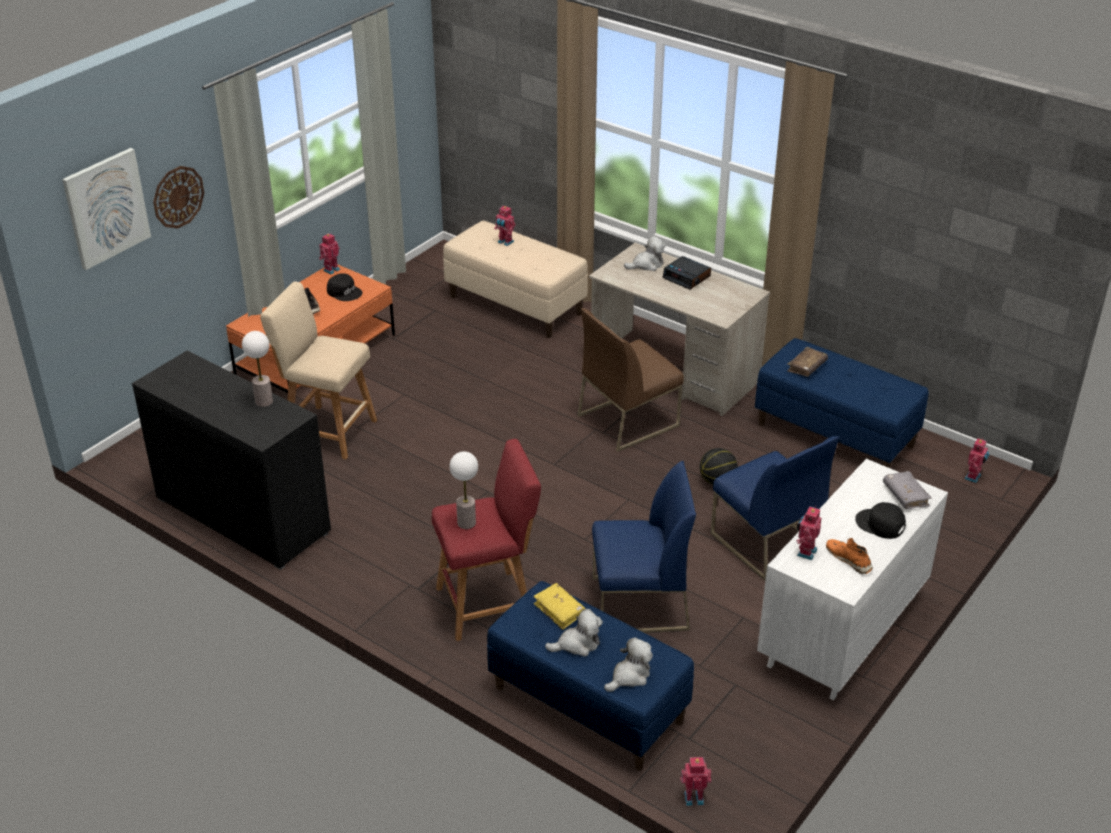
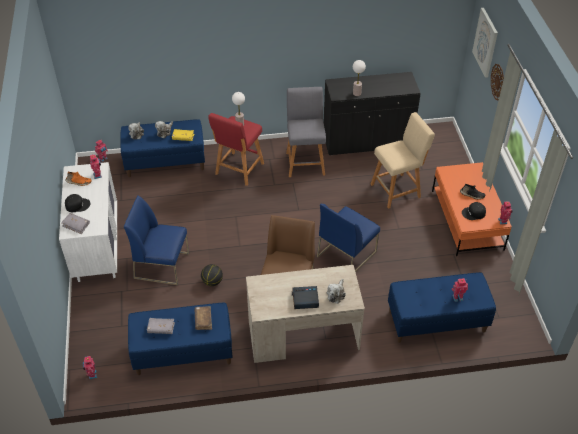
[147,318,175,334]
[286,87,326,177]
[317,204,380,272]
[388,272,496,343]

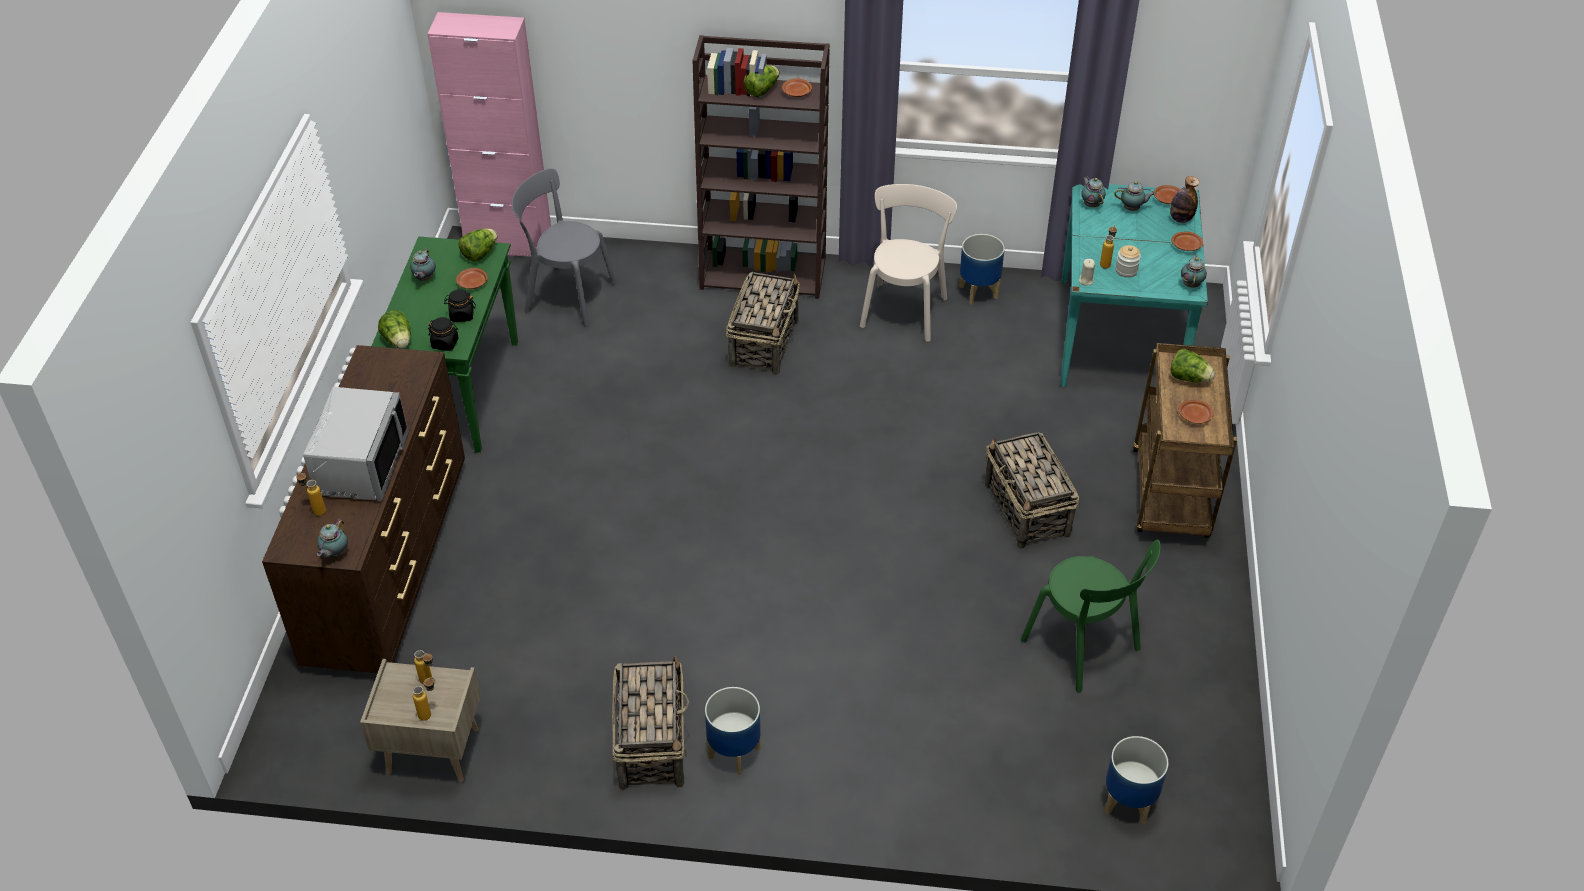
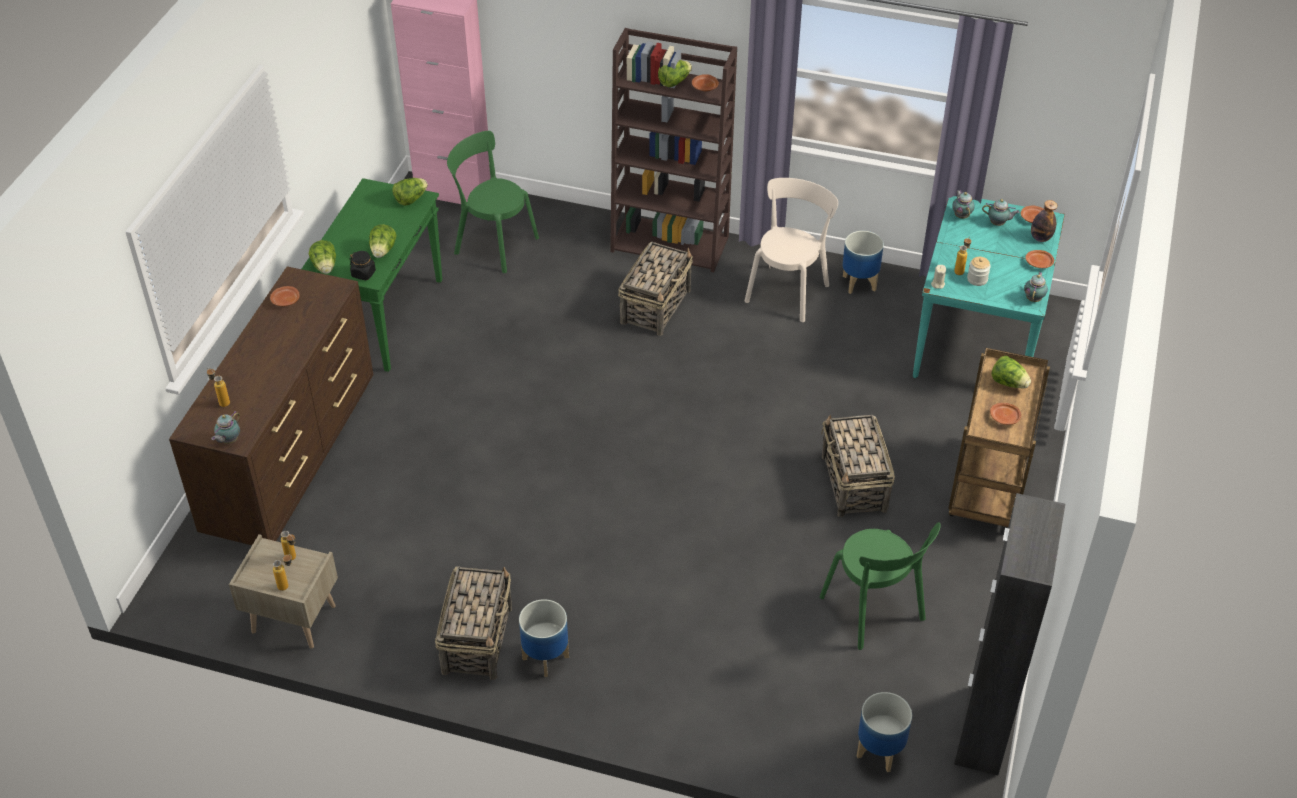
[303,387,408,501] (first image)
[410,248,436,281] (first image)
[954,493,1065,775]
[270,286,300,306]
[369,224,397,258]
[447,131,539,273]

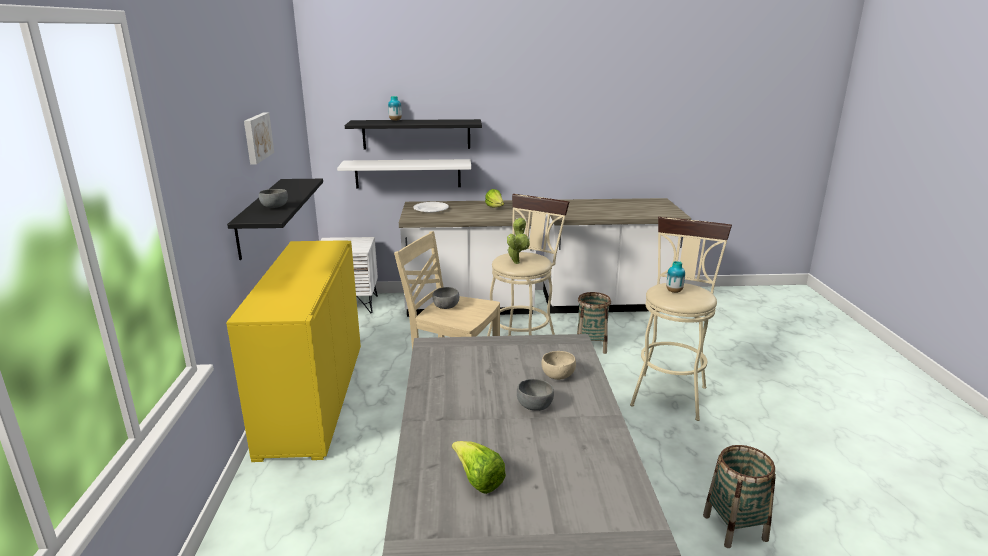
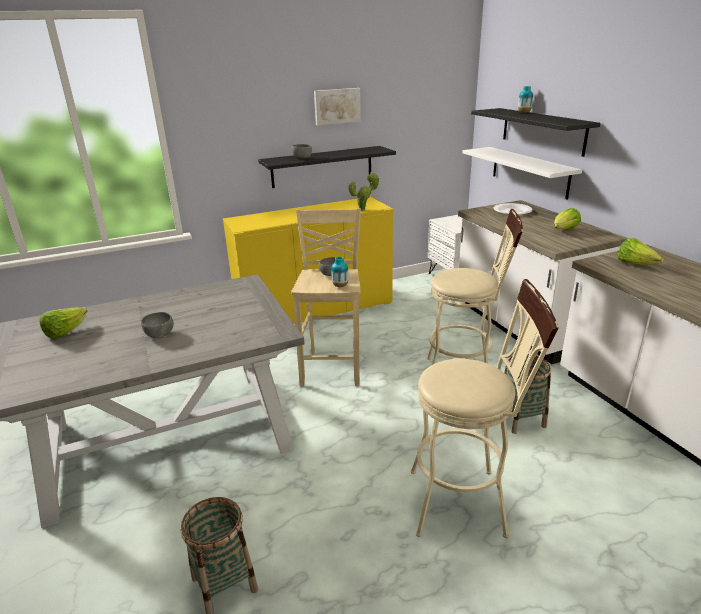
[541,351,576,380] (first image)
[618,238,664,265]
[348,172,380,211]
[331,256,348,287]

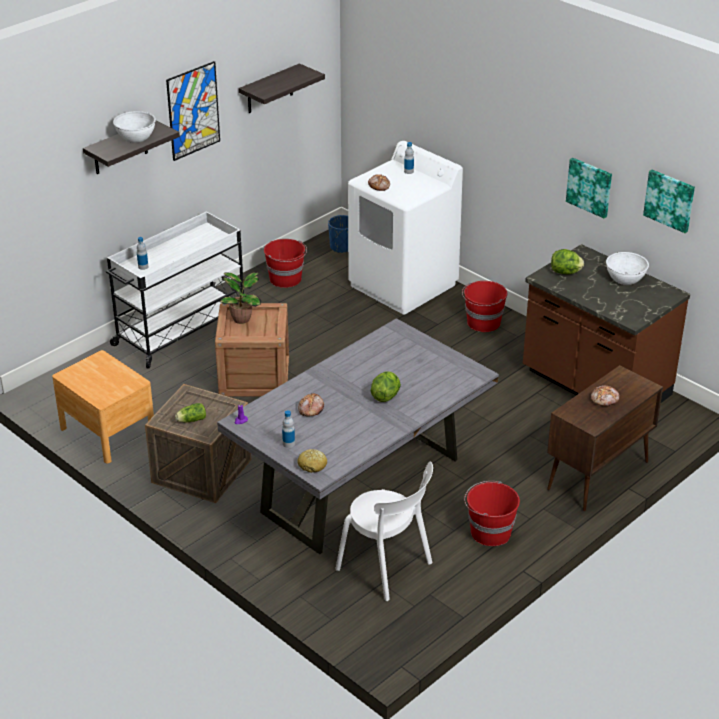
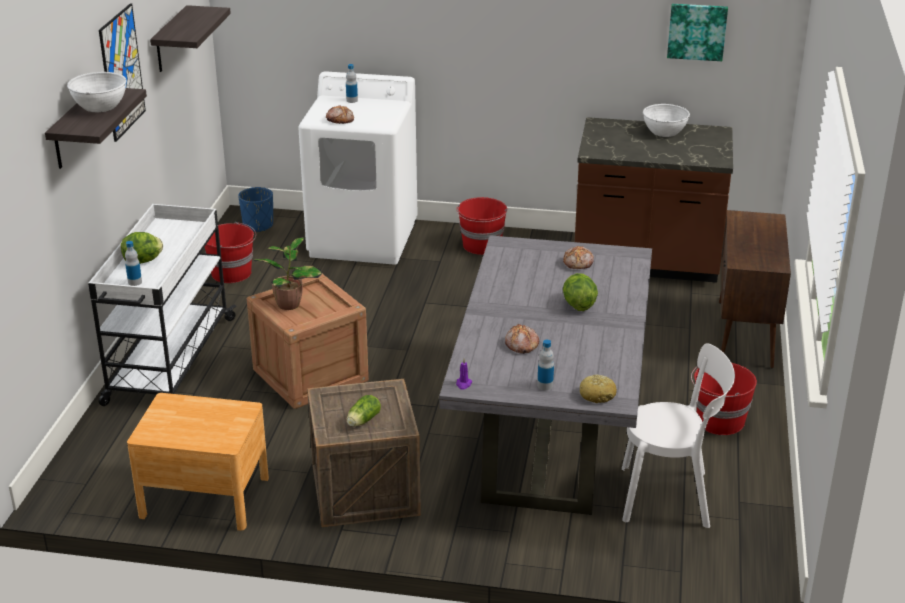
[566,158,612,218] (first image)
[121,232,163,264]
[563,246,594,269]

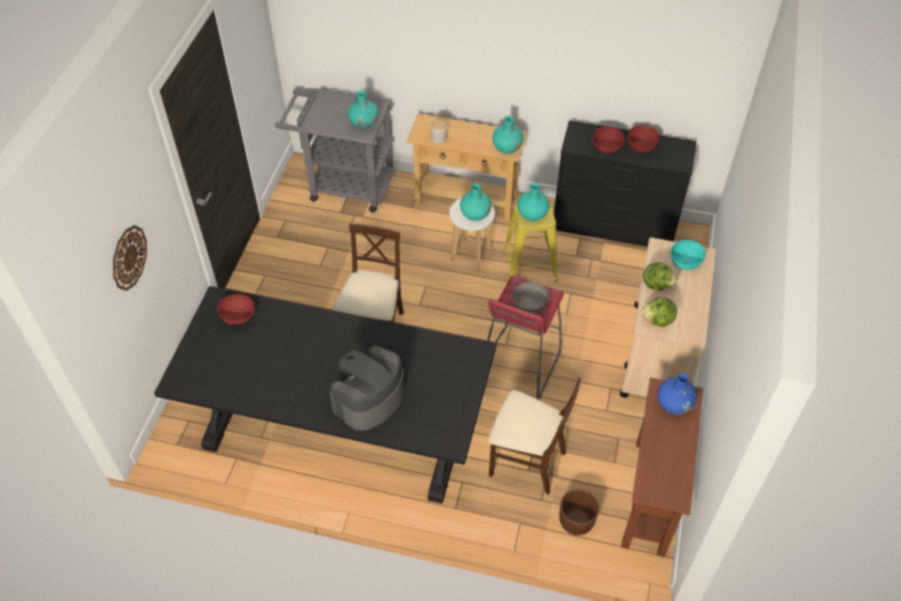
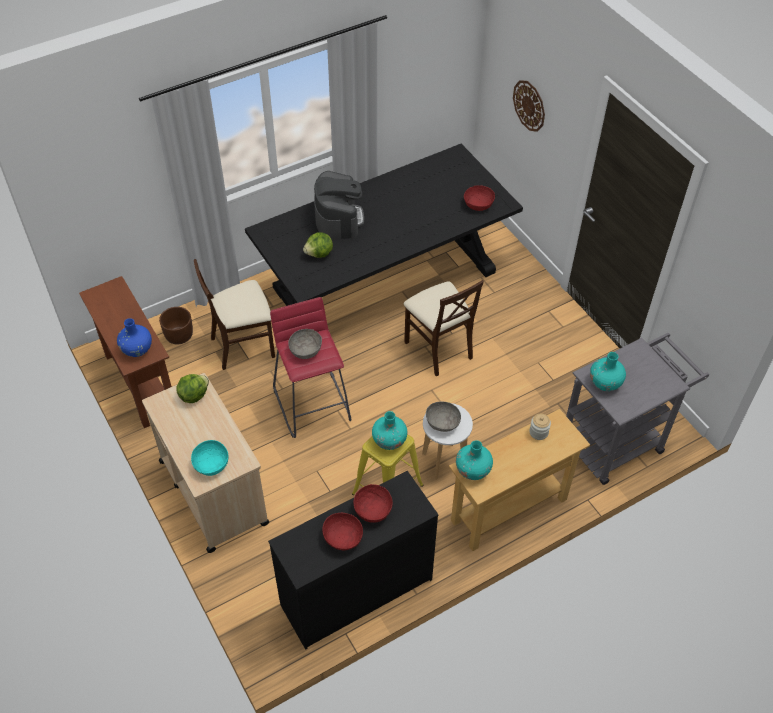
[303,232,333,258]
[426,402,461,432]

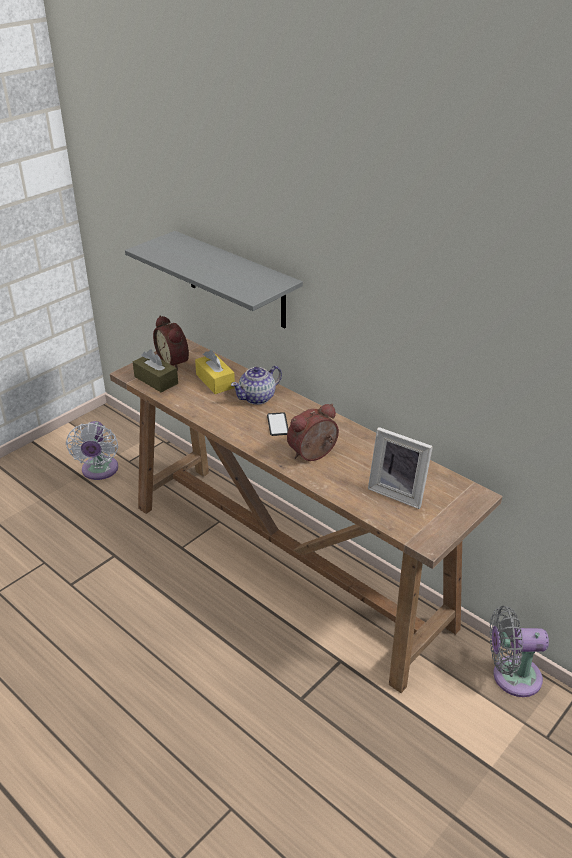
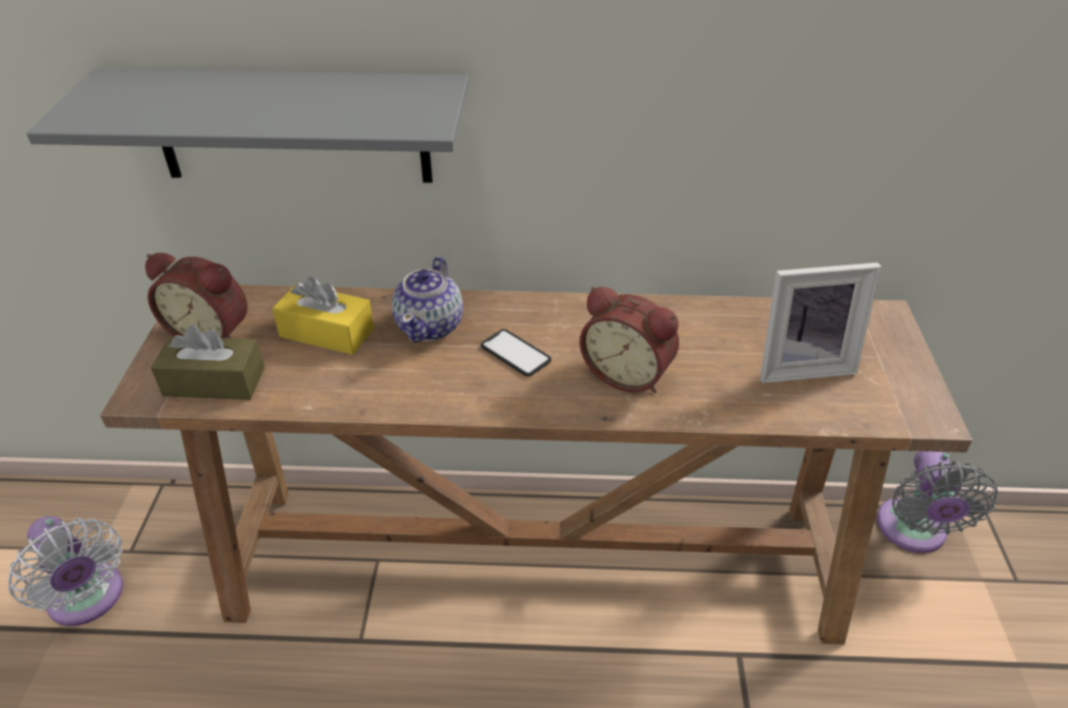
[580,286,679,393]
[877,451,998,553]

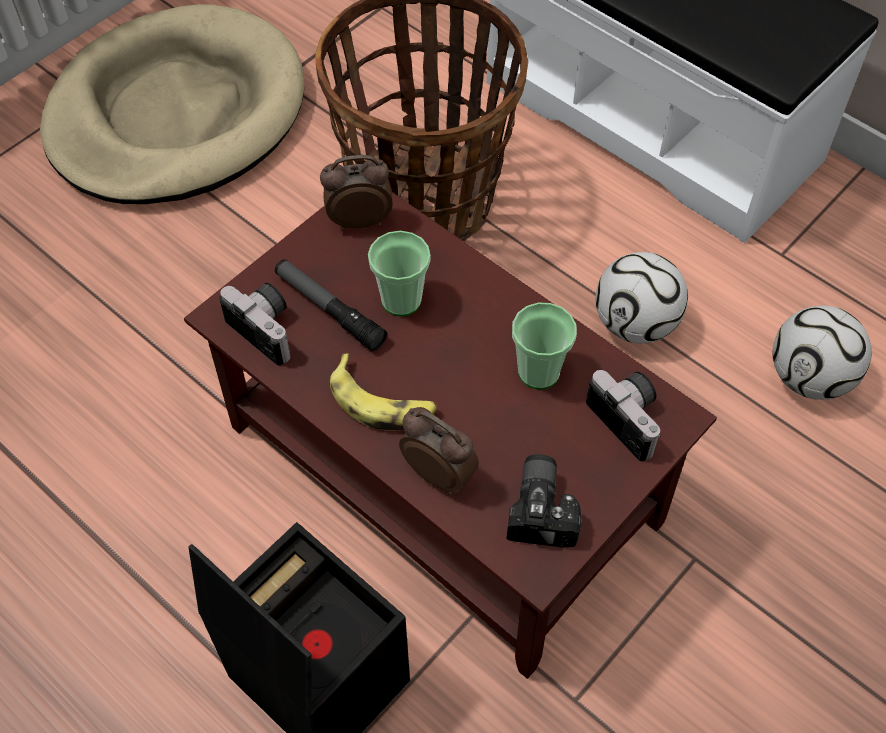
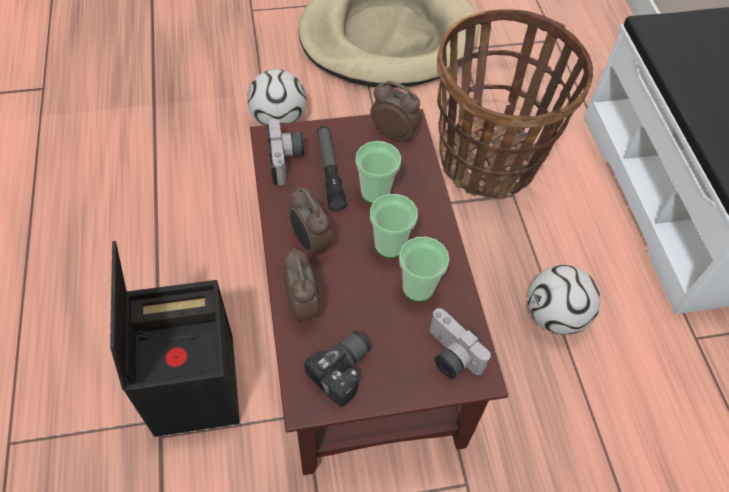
[370,194,418,258]
[247,69,306,125]
[288,186,333,257]
[429,308,491,379]

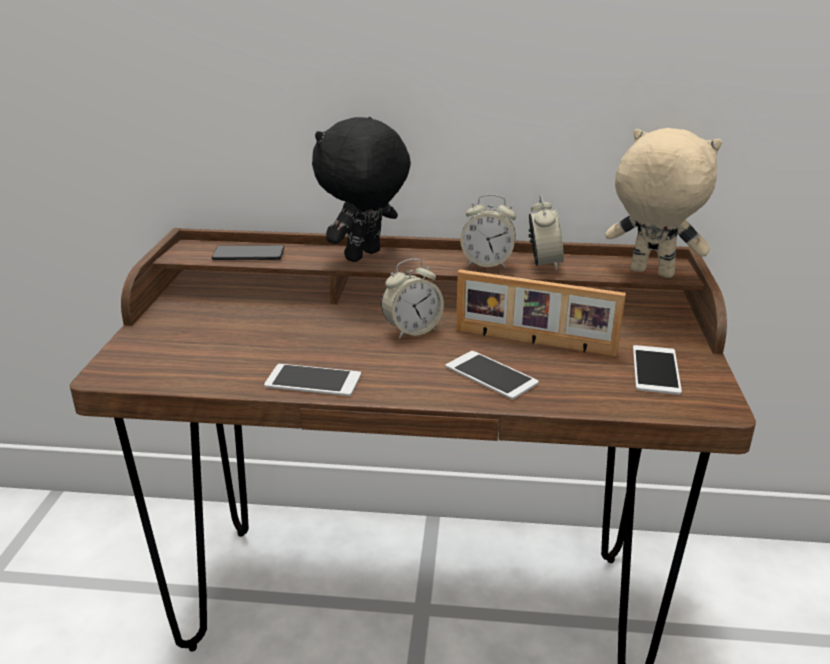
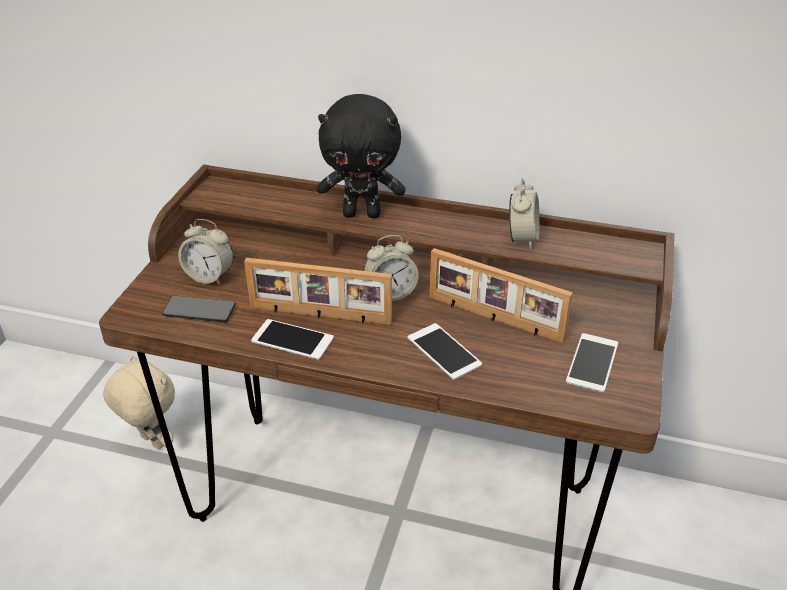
[244,258,392,325]
[162,296,236,322]
[178,219,234,285]
[103,354,175,450]
[317,94,405,218]

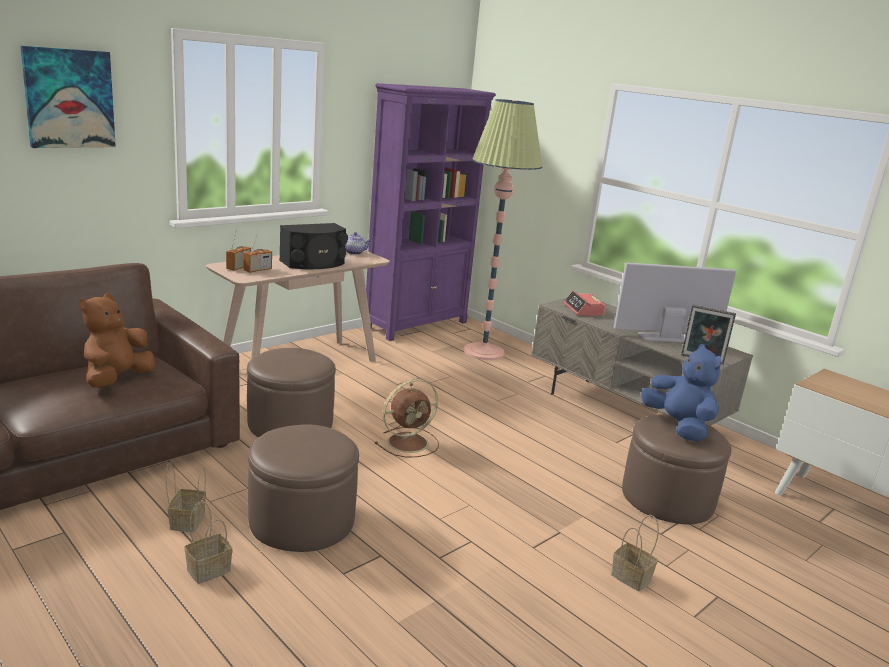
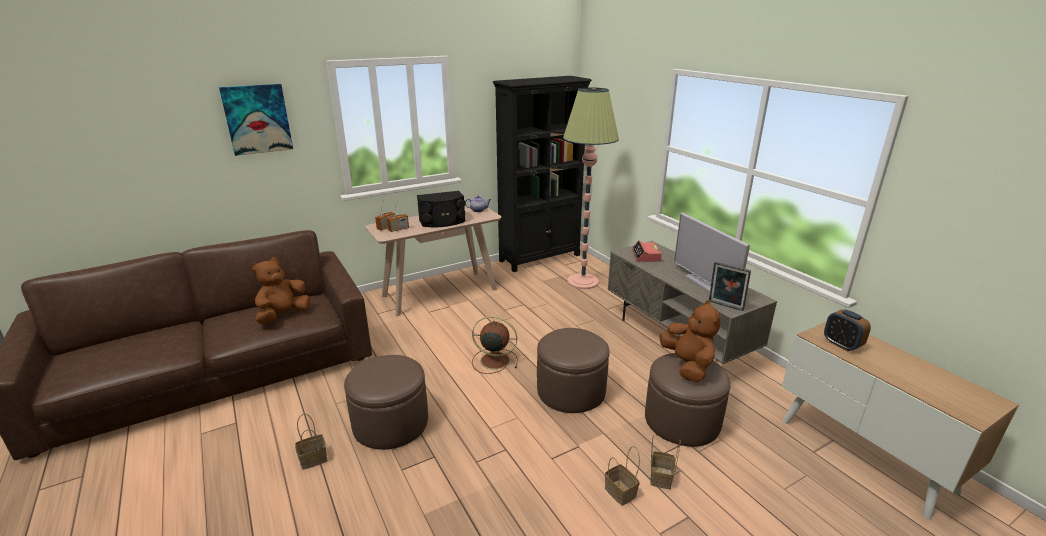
[824,309,871,351]
[650,436,681,489]
[537,328,609,413]
[493,76,592,272]
[660,300,720,383]
[472,316,518,374]
[674,213,750,292]

